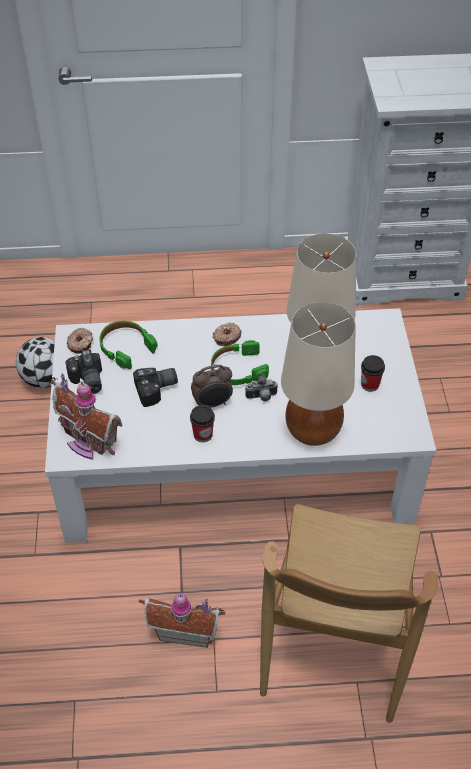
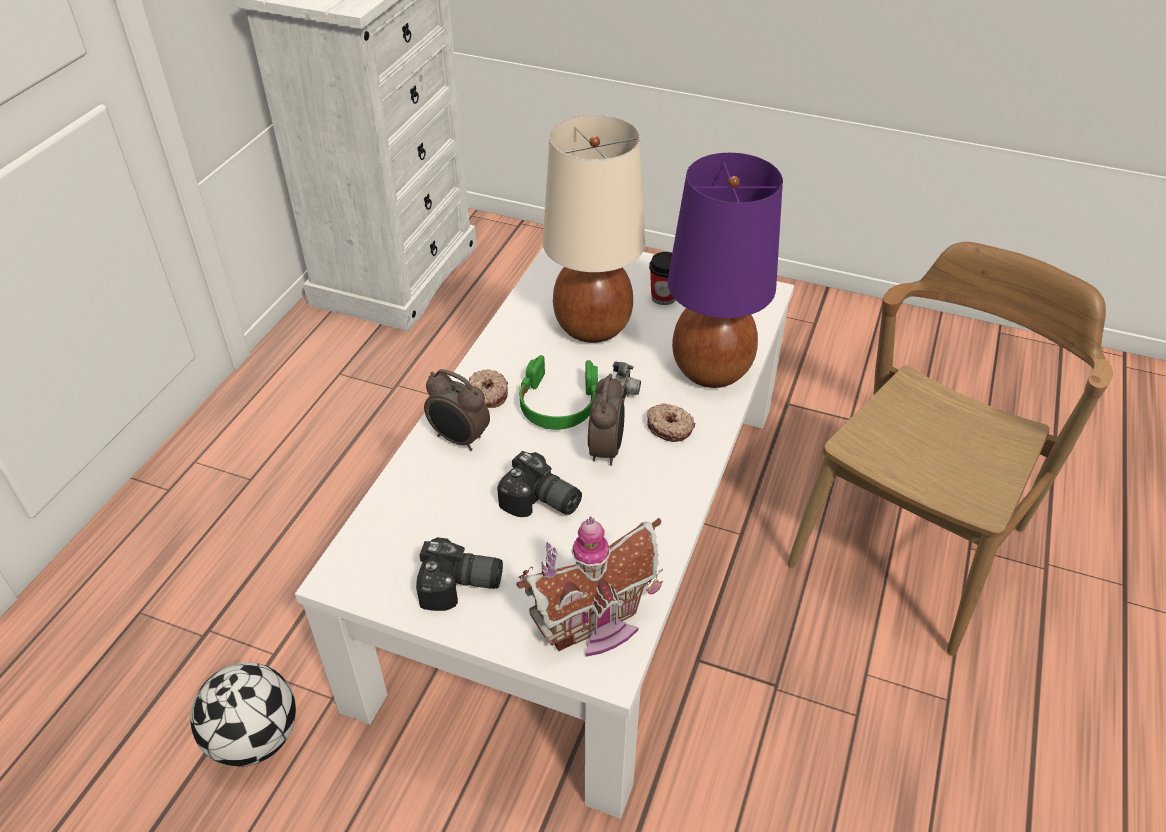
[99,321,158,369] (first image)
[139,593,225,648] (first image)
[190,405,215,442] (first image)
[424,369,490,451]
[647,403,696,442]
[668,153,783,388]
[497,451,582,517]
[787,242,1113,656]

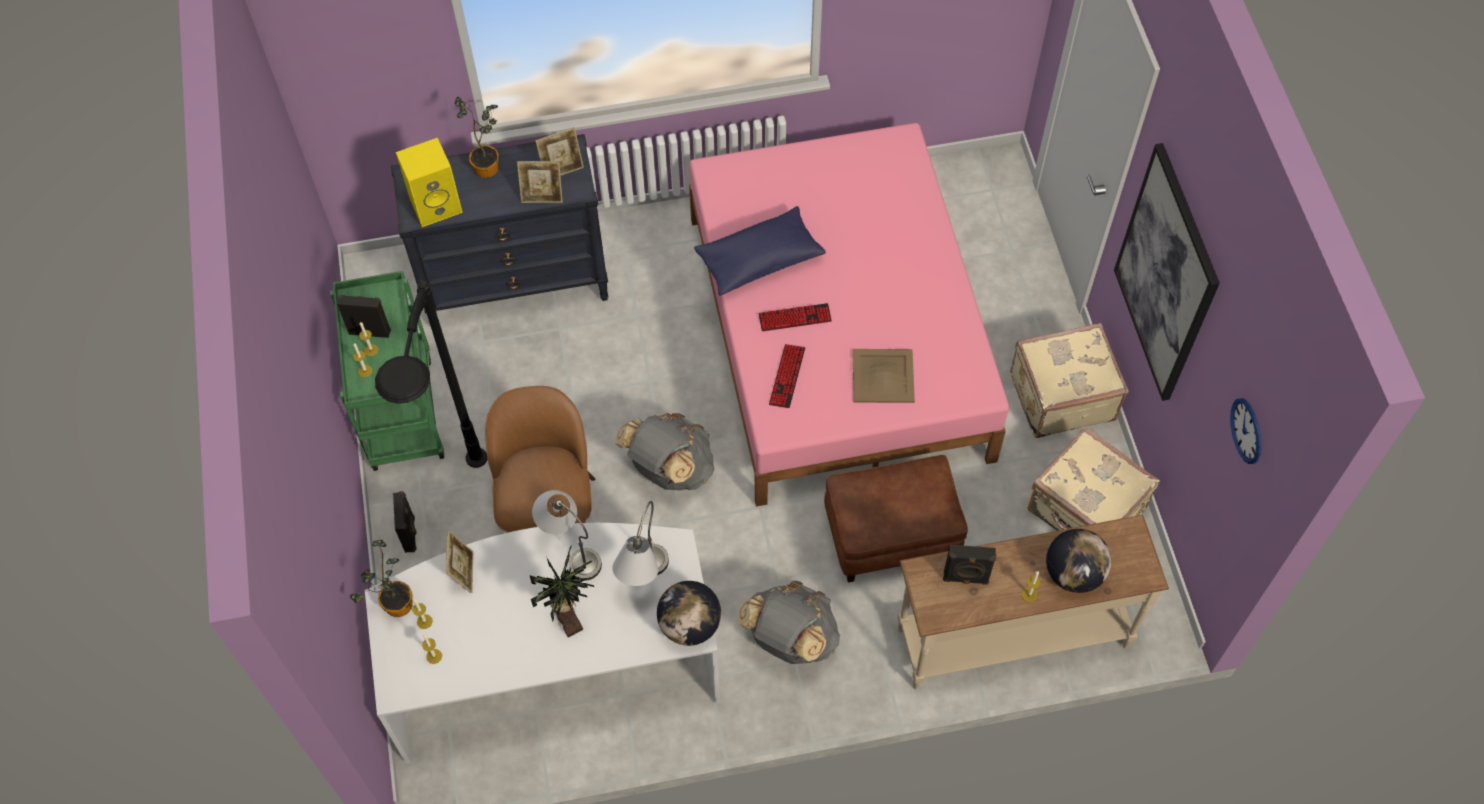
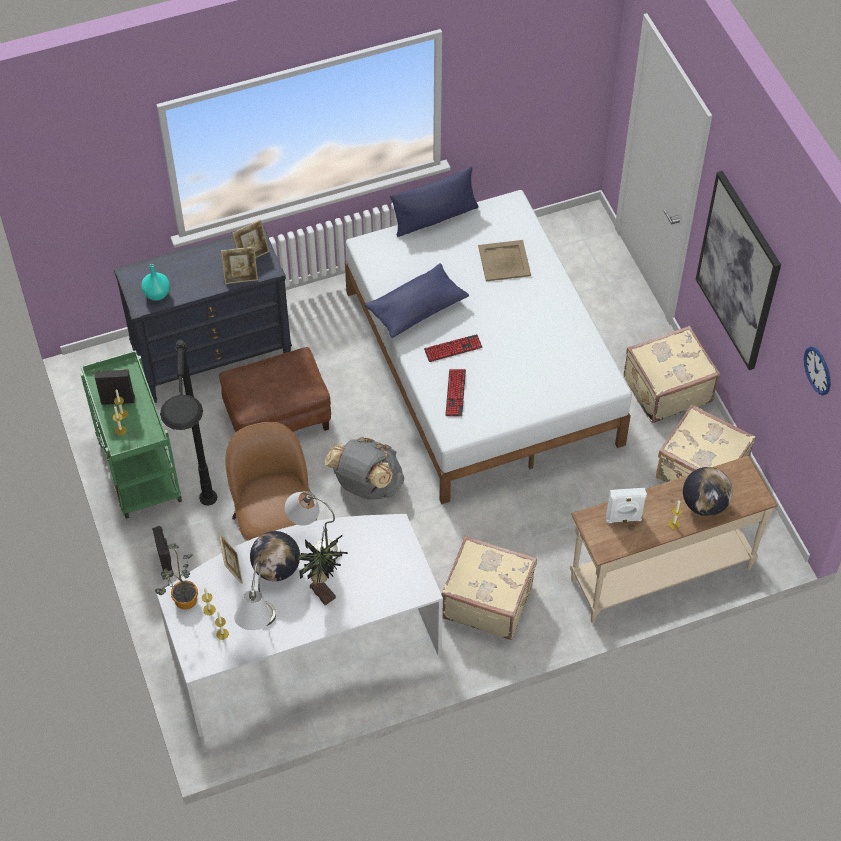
[454,97,499,178] (first image)
[390,166,478,237]
[234,561,276,630]
[250,531,300,581]
[219,347,331,432]
[478,240,531,281]
[141,264,170,301]
[441,536,537,640]
[345,190,632,504]
[606,488,647,523]

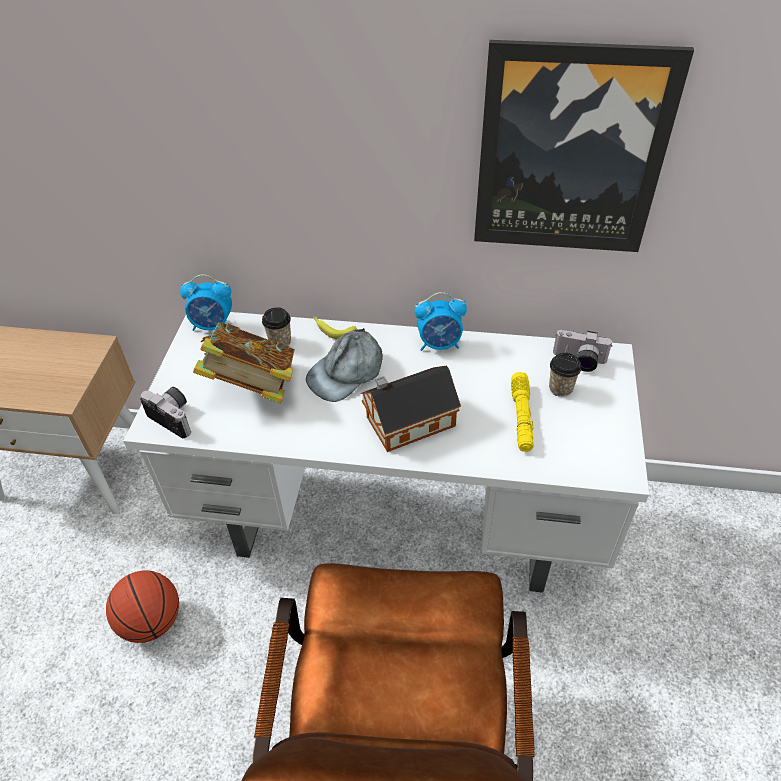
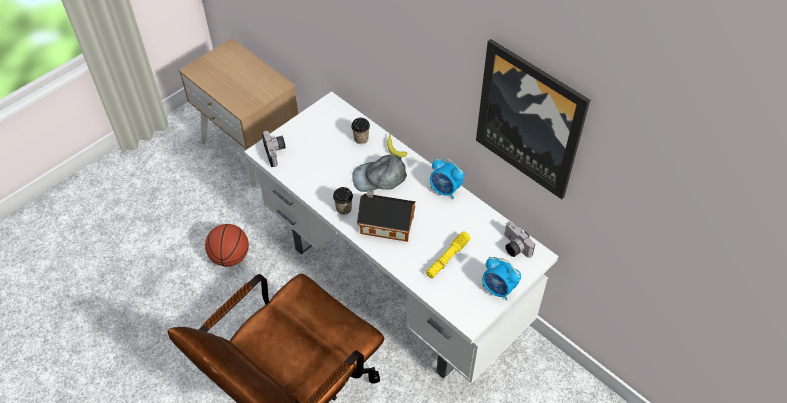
[193,322,295,404] (first image)
[482,257,521,300]
[333,187,353,215]

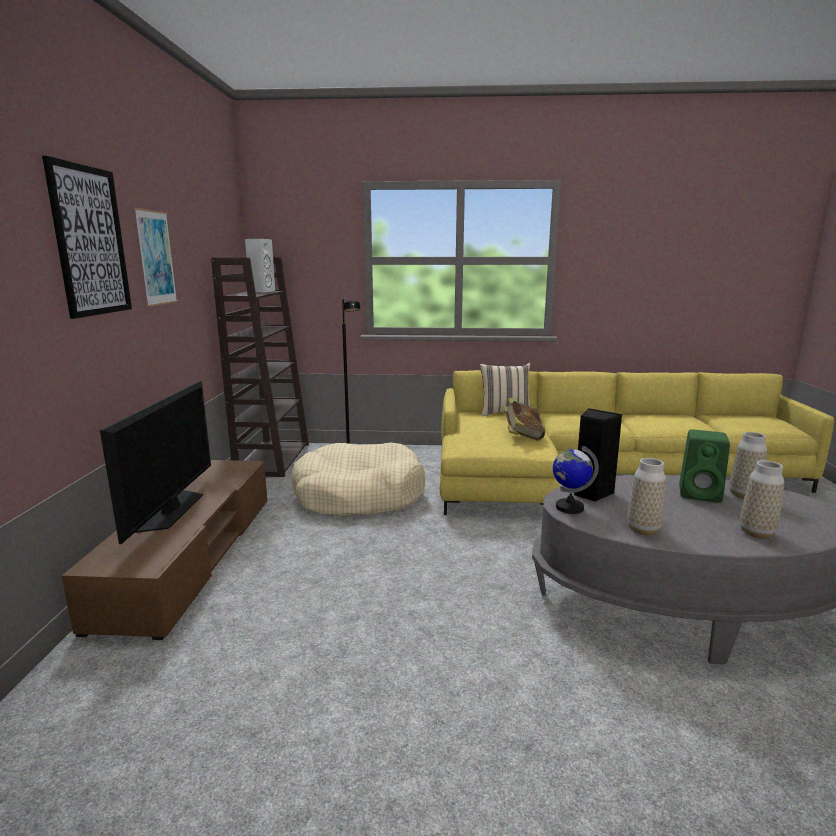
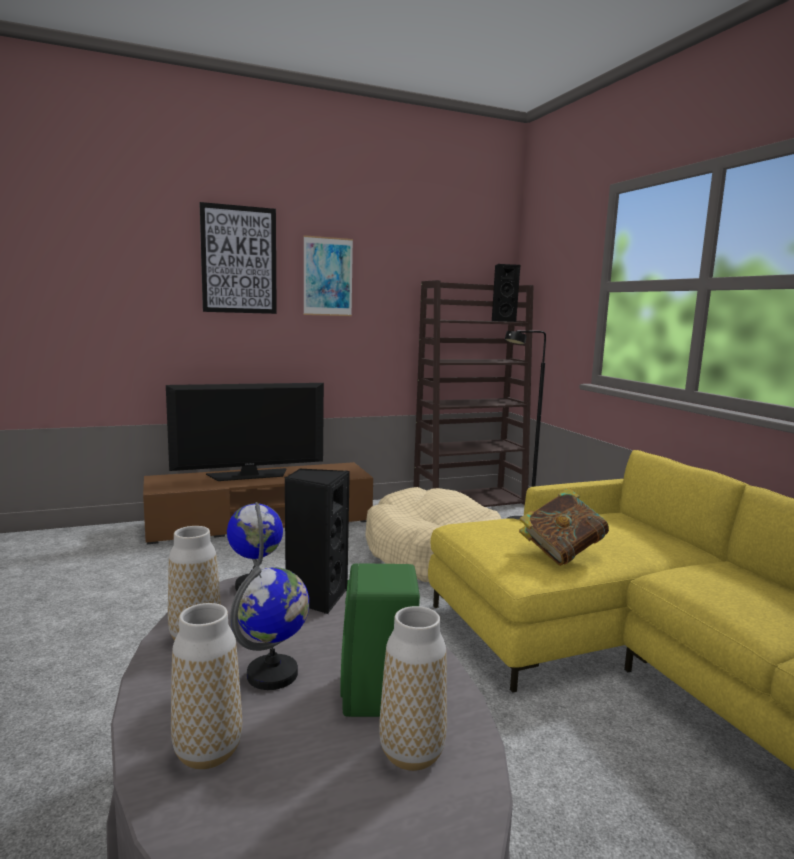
[480,363,530,416] (first image)
[230,566,309,690]
[492,264,520,322]

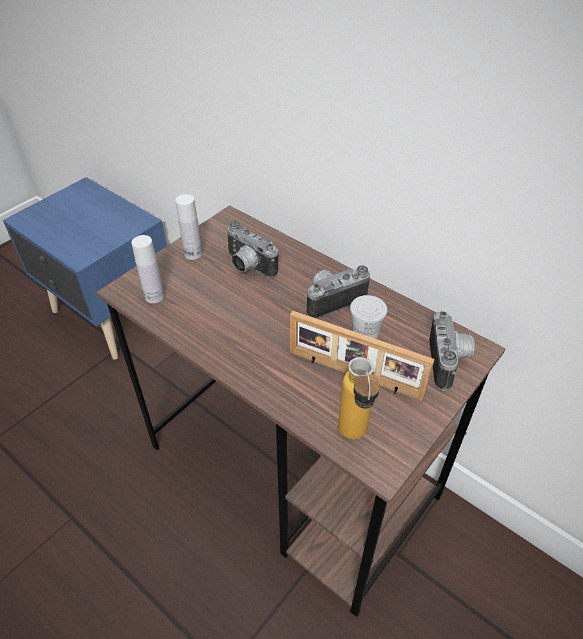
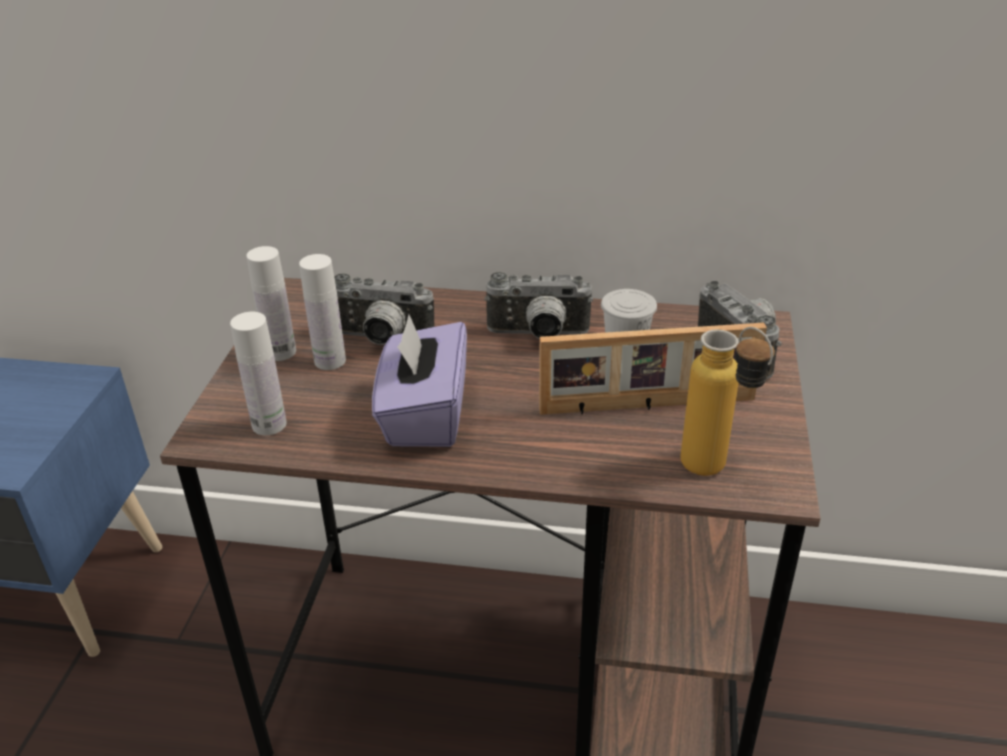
[299,254,346,370]
[372,315,467,447]
[484,272,593,339]

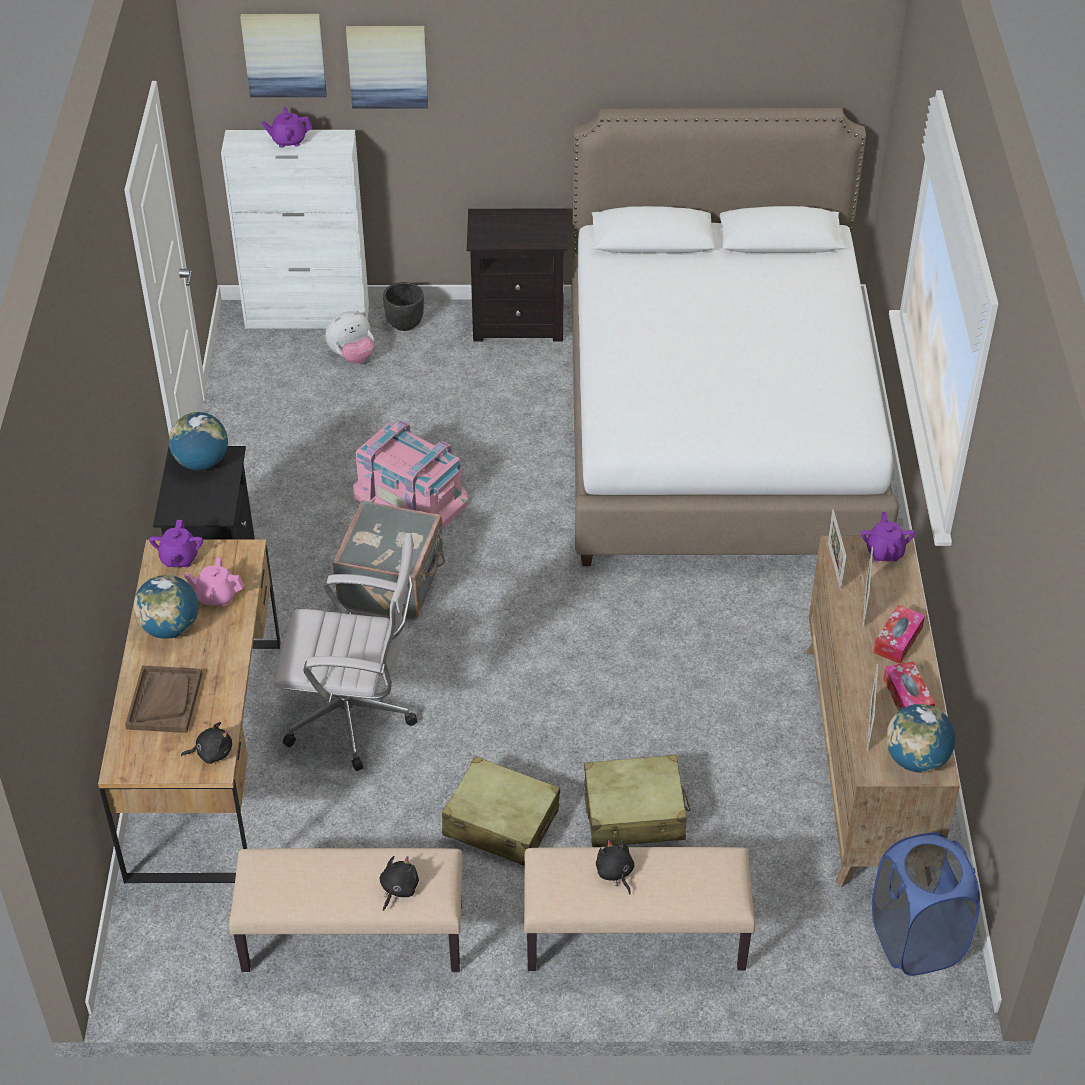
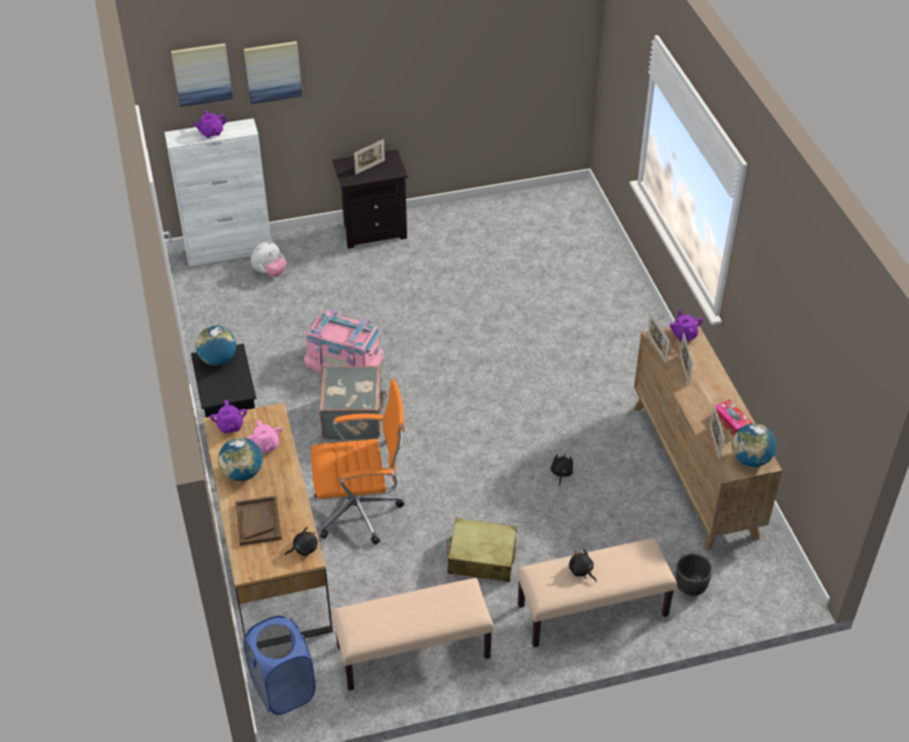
[571,108,899,566] (first image)
[584,755,690,847] (first image)
[873,605,925,664] (first image)
[354,139,385,175]
[551,453,573,486]
[675,554,713,596]
[243,616,316,715]
[311,379,404,545]
[247,420,282,454]

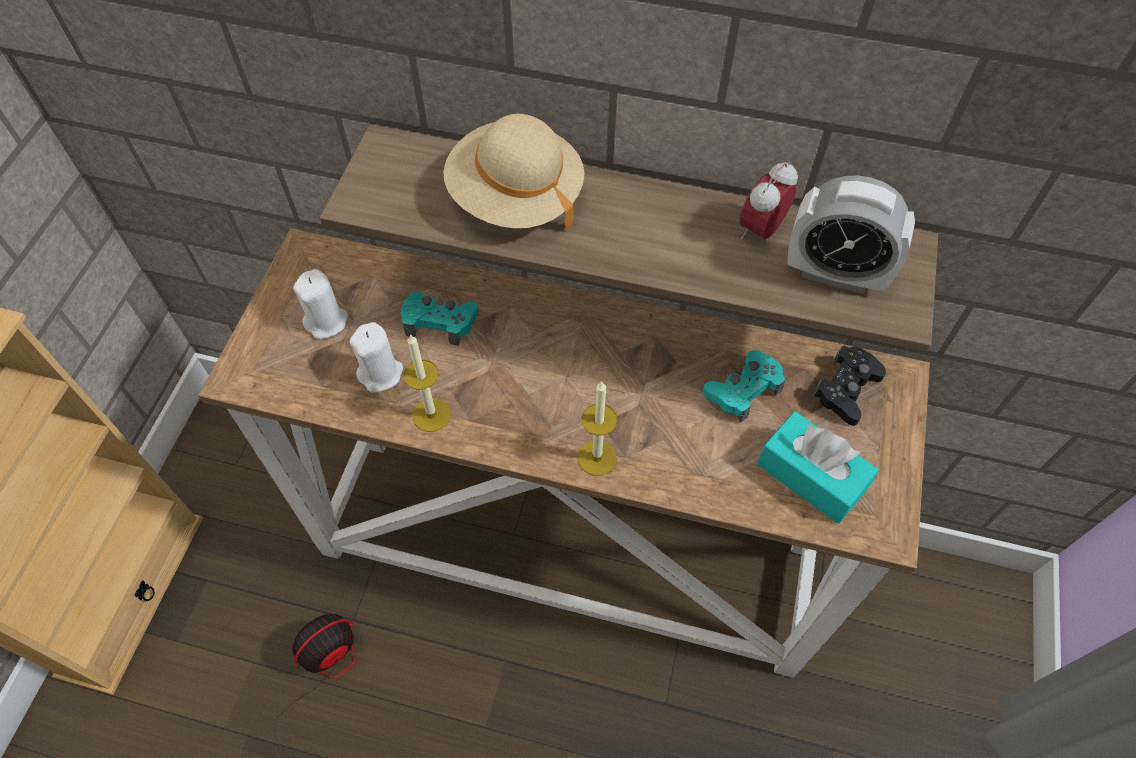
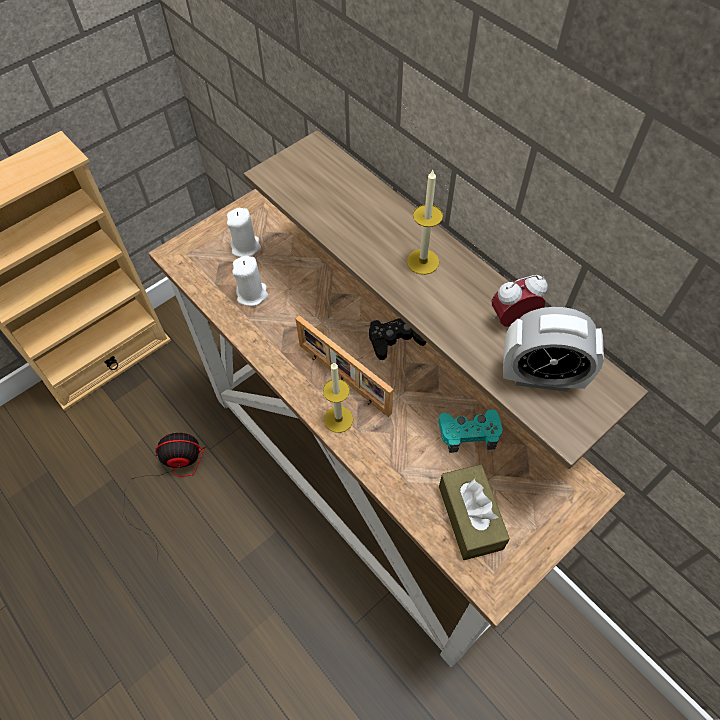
[401,291,479,346] (first image)
[444,114,584,230] (first image)
[295,315,393,417]
[407,170,443,275]
[369,318,427,360]
[439,464,510,560]
[503,307,604,392]

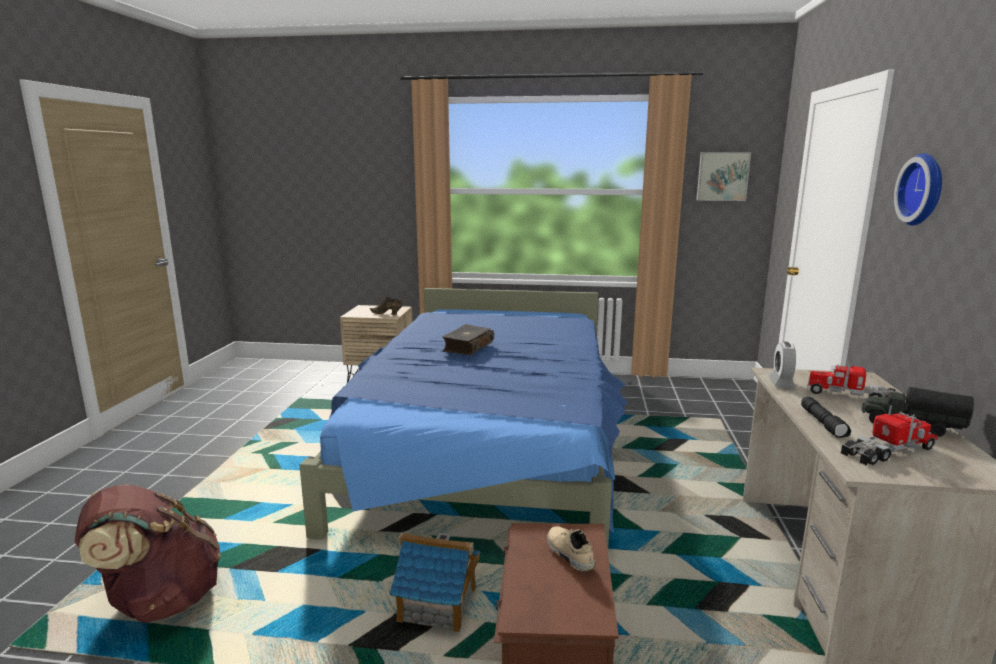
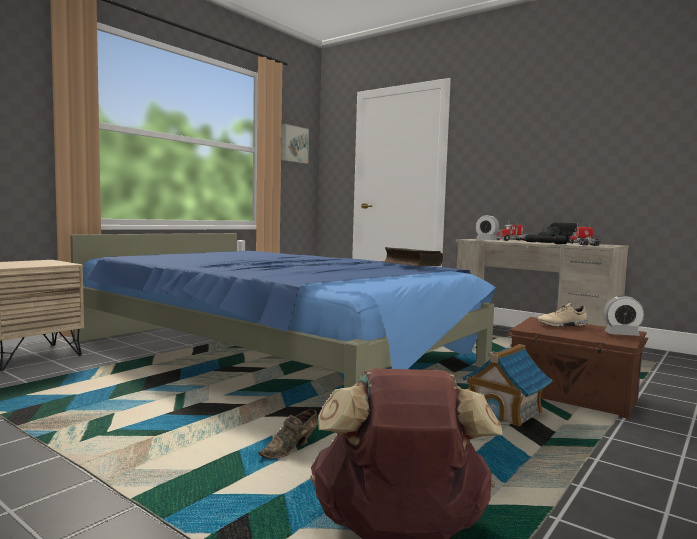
[894,153,942,226] (first image)
[603,296,644,336]
[259,409,318,459]
[384,247,443,266]

